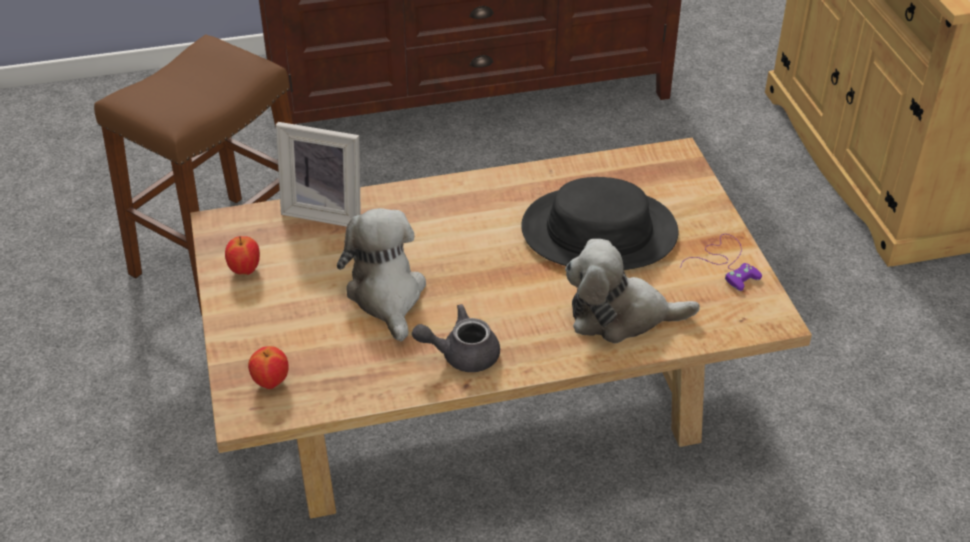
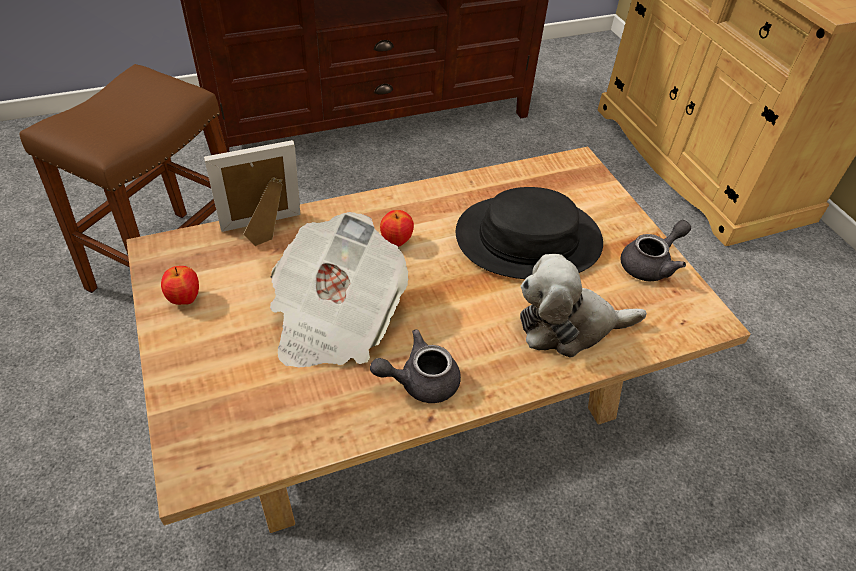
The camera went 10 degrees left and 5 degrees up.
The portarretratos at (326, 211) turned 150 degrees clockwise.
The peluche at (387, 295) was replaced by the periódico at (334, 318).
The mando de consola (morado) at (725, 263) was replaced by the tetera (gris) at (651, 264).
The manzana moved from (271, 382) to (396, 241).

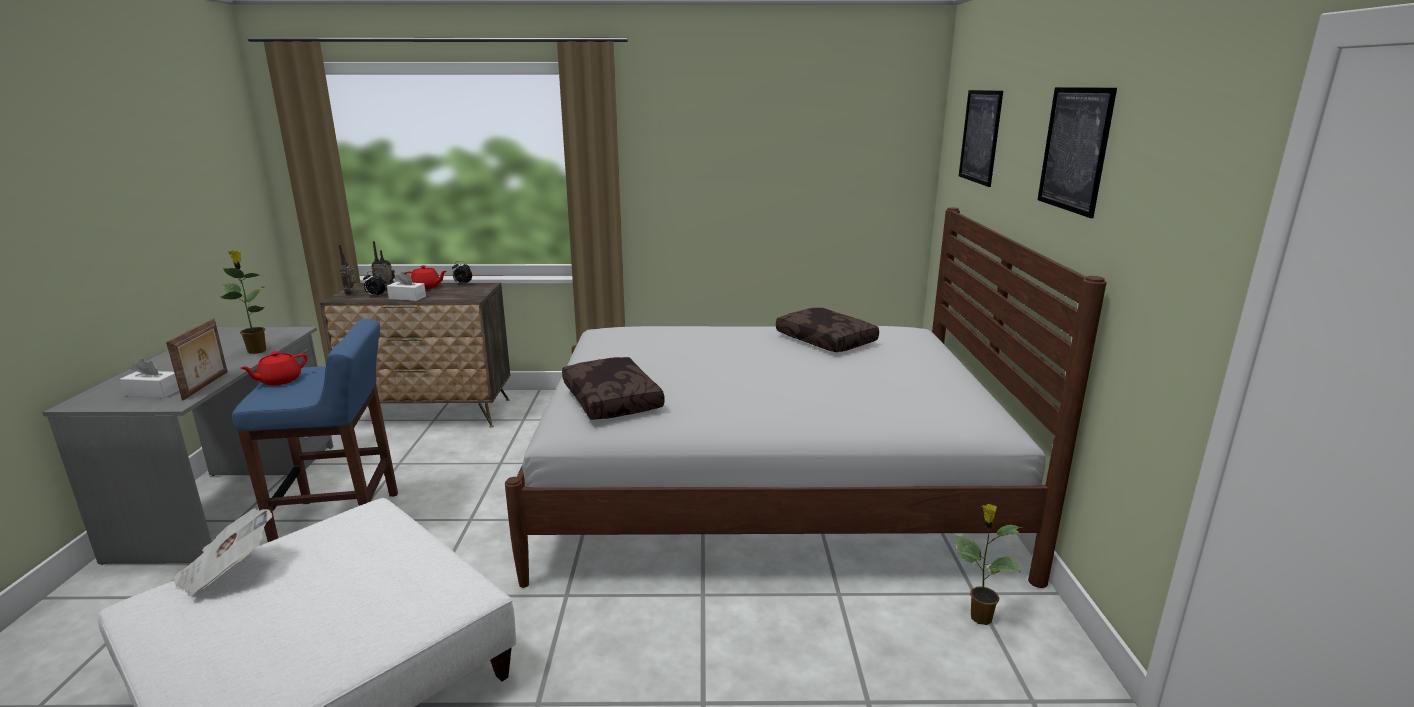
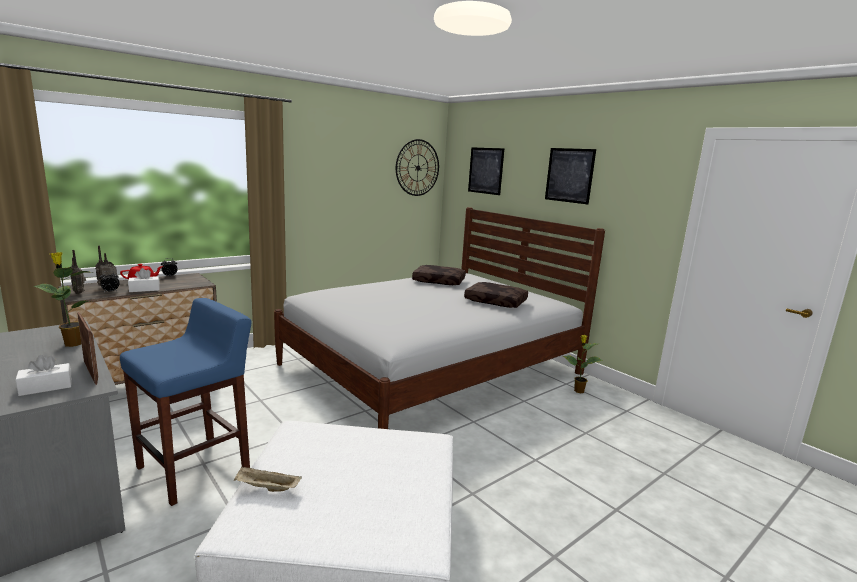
The camera went 40 degrees left and 5 degrees down.
The tetera (rojo) at (279, 381) disappeared.
The cojín (marrón) moved from (614, 400) to (496, 301).
The periódico at (227, 571) was replaced by the bandeja (beis) at (266, 488).
The reloj de pared at (417, 168) appeared.

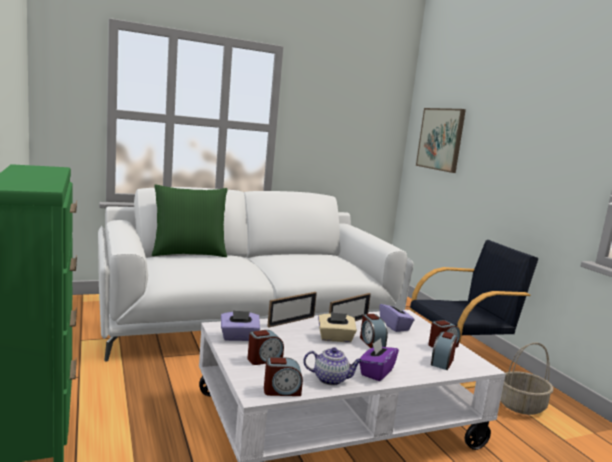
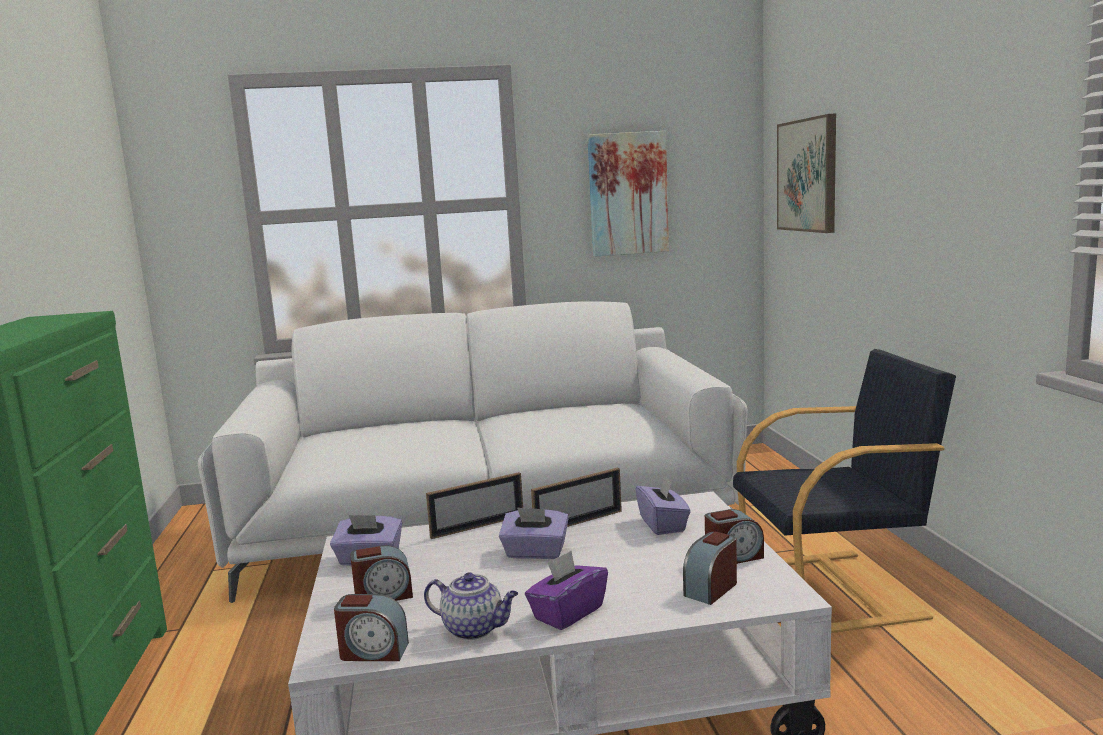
The camera went 15 degrees right and 0 degrees up.
The cojín (verde) at (189, 253) disappeared.
The caja de pañuelos (beis) at (335, 338) became the caja de pañuelos (morado) at (535, 553).
The despertador at (371, 342) disappeared.
The cesta at (521, 406) disappeared.
The cuadro at (628, 194) appeared.

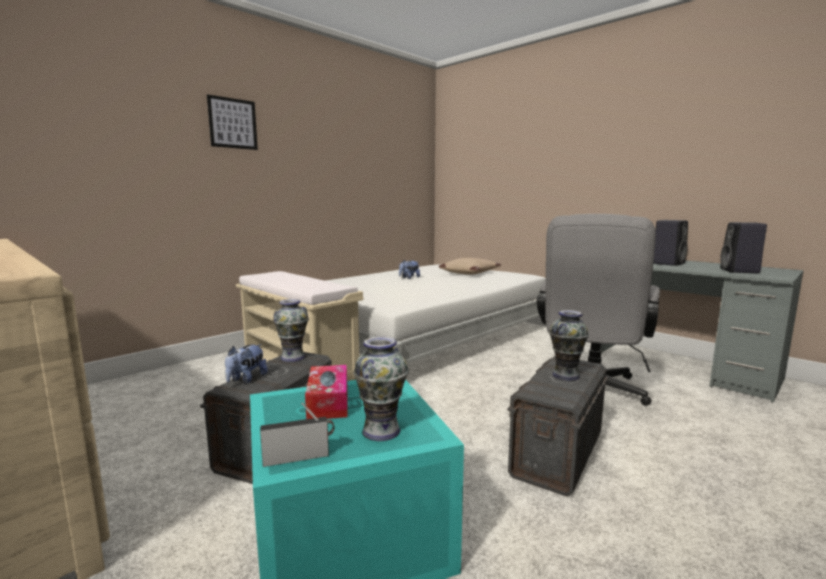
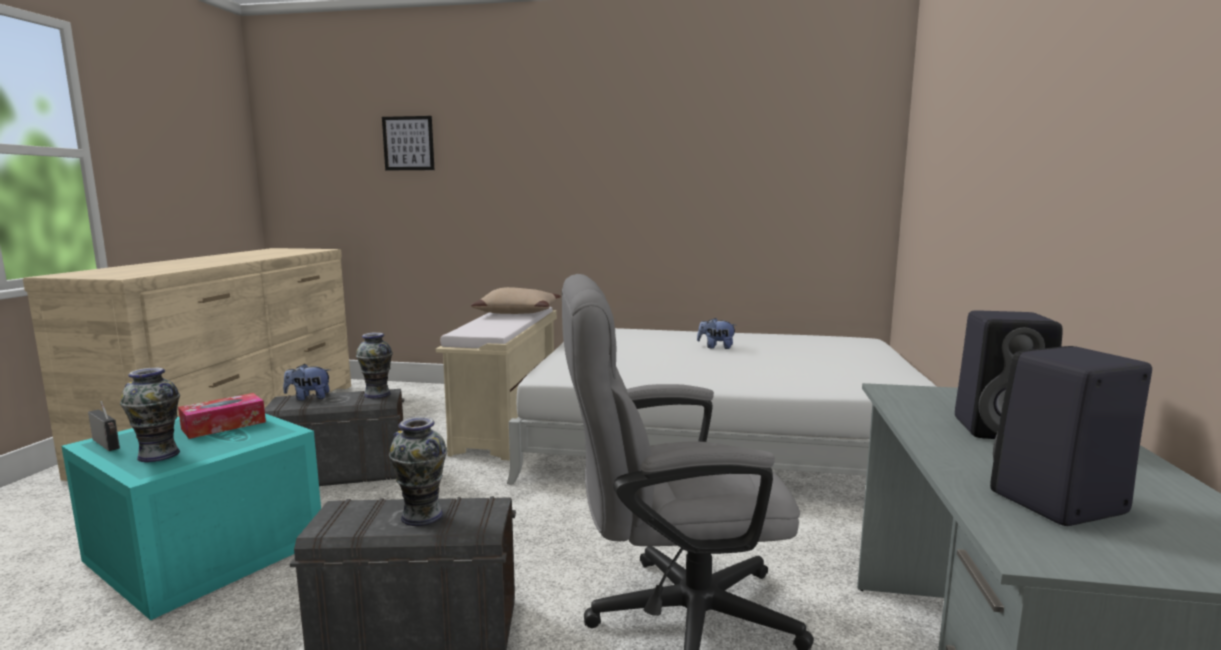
The camera went 55 degrees right and 0 degrees up.
The cuadro moved from (232, 123) to (408, 143).
The cojín (beis) moved from (469, 273) to (518, 312).

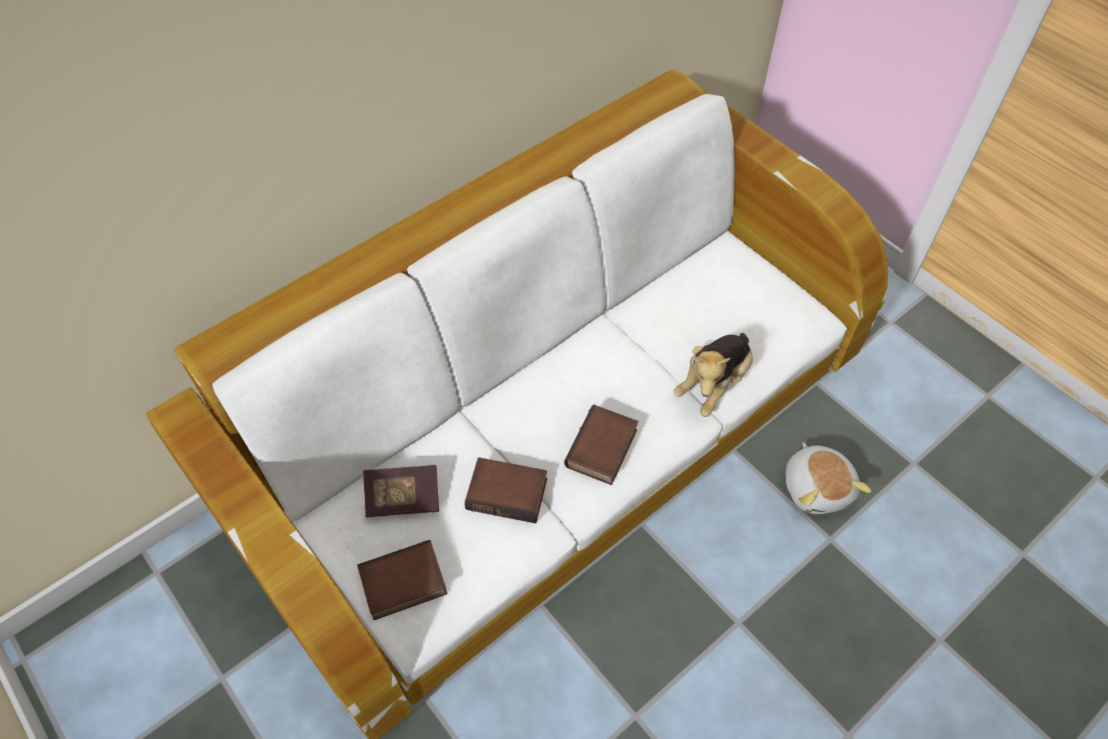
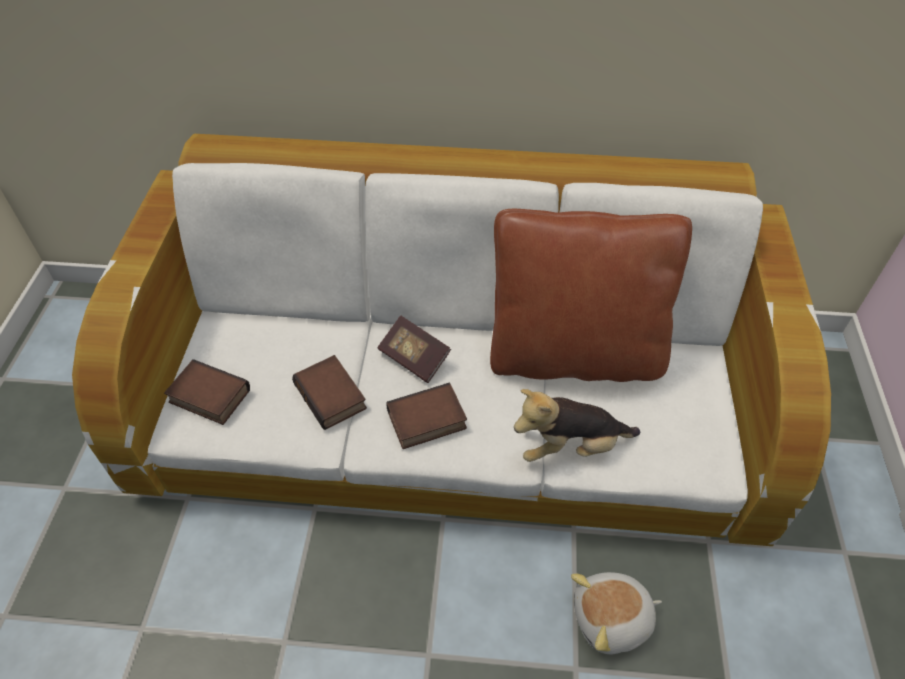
The camera went 45 degrees right and 5 degrees down.
The peluche at (817, 487) turned 45 degrees clockwise.
The libro moved from (403, 498) to (414, 358).
The cojín (marrón) at (574, 355) appeared.

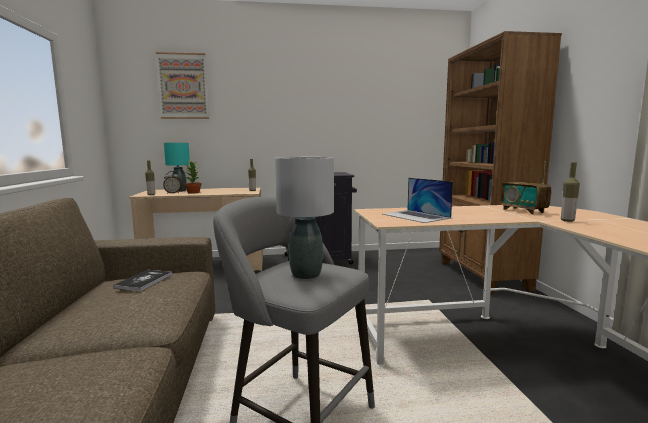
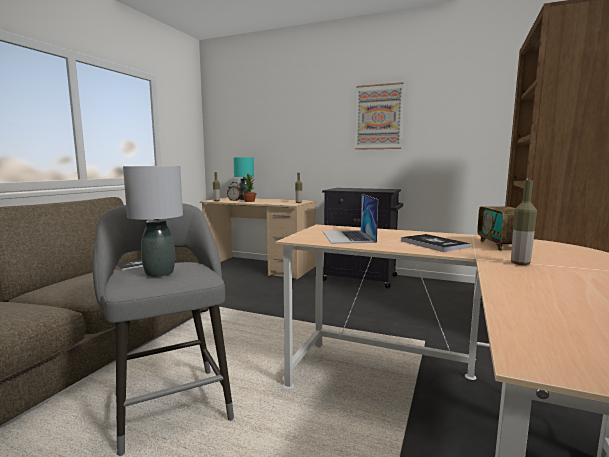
The camera went 30 degrees right and 0 degrees up.
The cuadro moved from (183, 86) to (378, 117).
The libro at (434, 244) appeared.

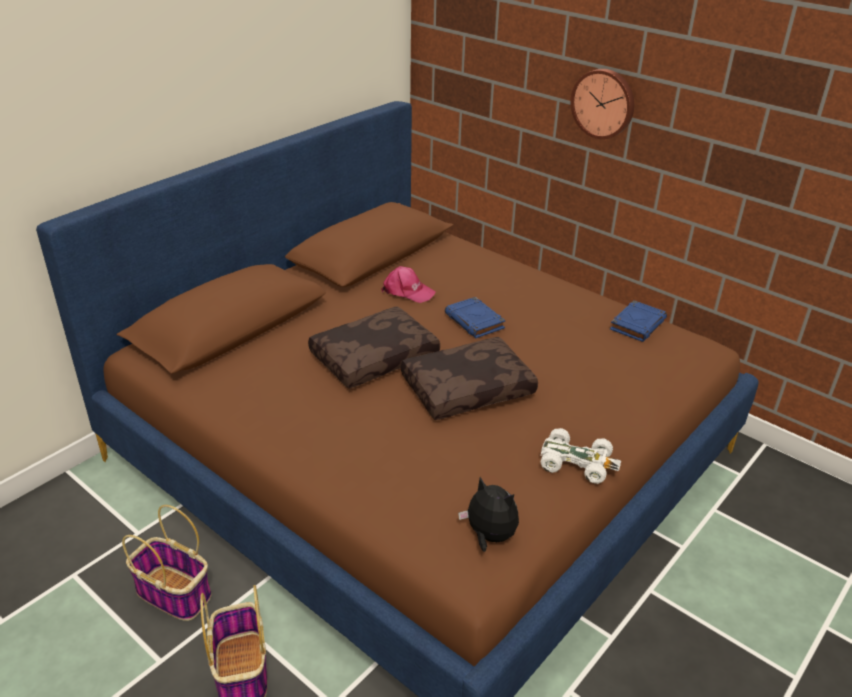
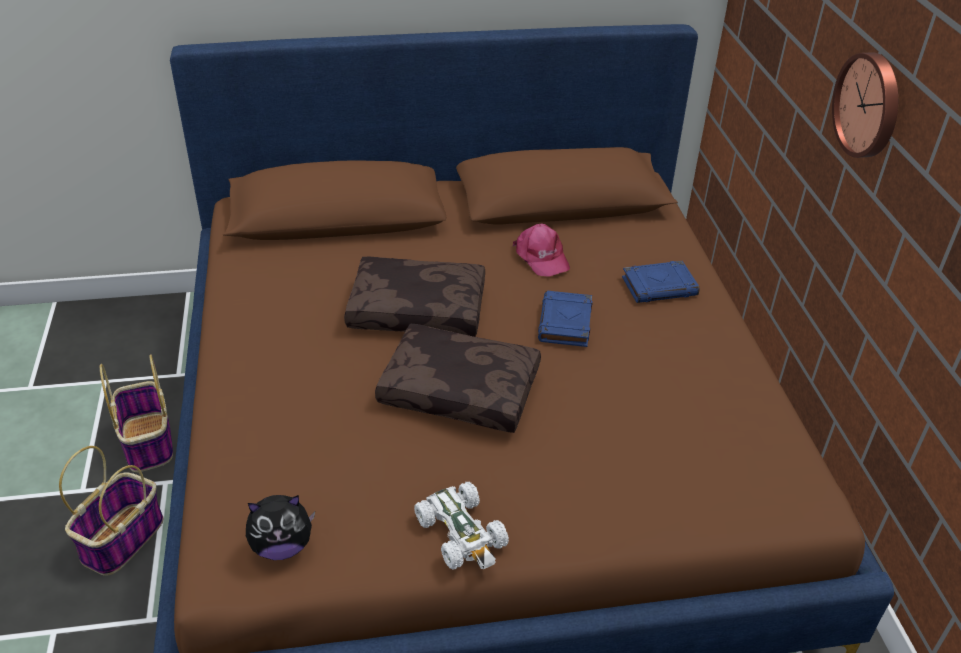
The camera went 40 degrees right and 5 degrees up.
The libro (azul) moved from (637, 324) to (660, 286).
The peluche at (489, 536) turned 90 degrees clockwise.

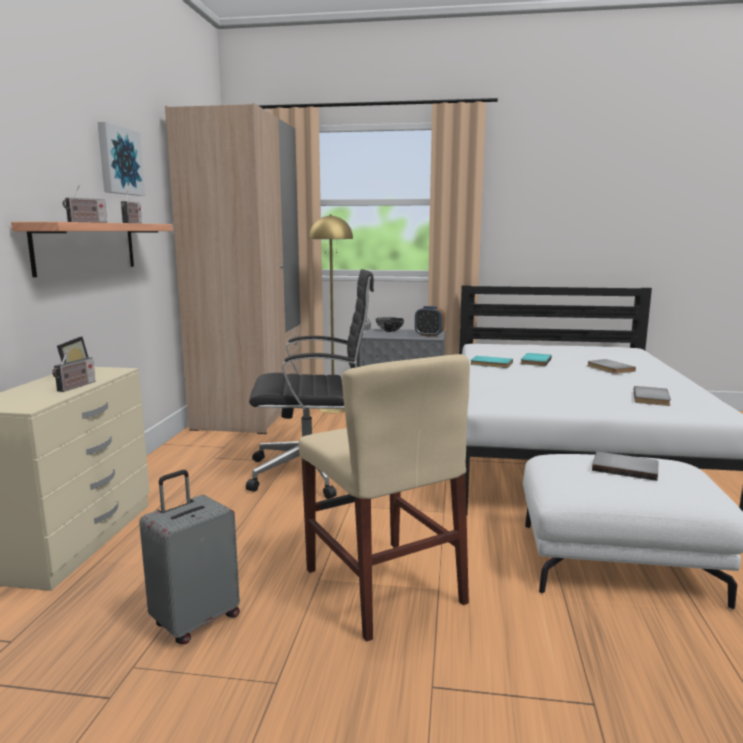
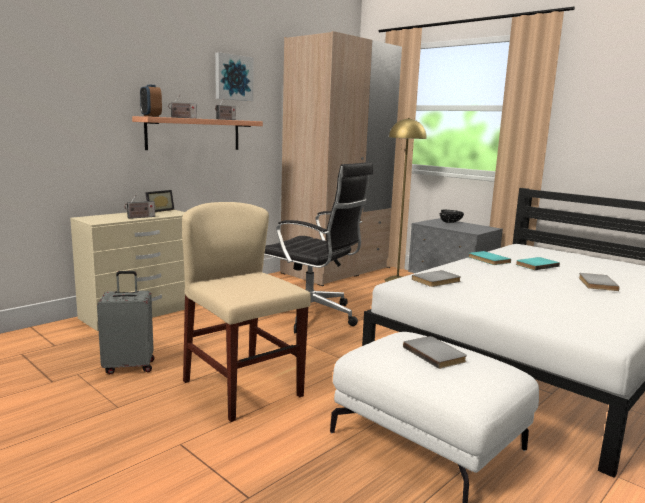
The camera went 35 degrees right and 0 degrees up.
The despertador moved from (429, 335) to (151, 116).
The silla (beis) at (383, 585) turned 135 degrees clockwise.
The libro (gris) moved from (653, 398) to (437, 281).

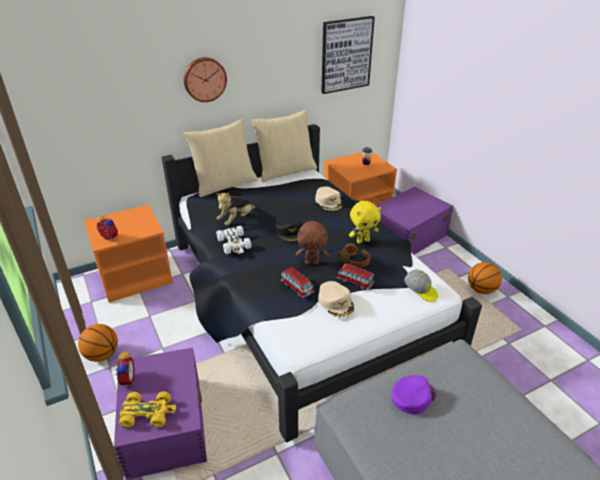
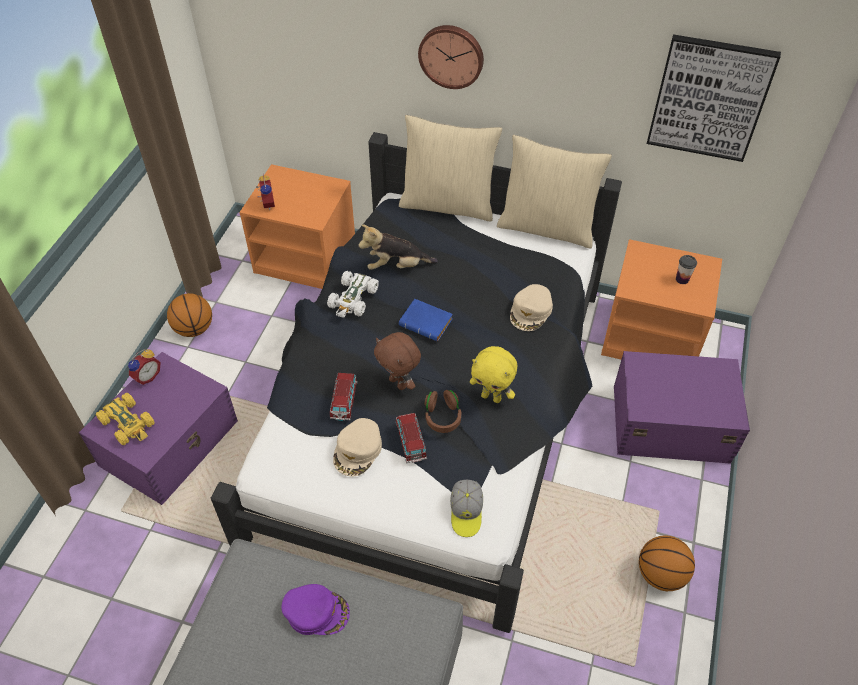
The camera went 45 degrees right and 15 degrees up.
The gorra (negro) at (289, 231) was replaced by the libro (azul) at (427, 323).

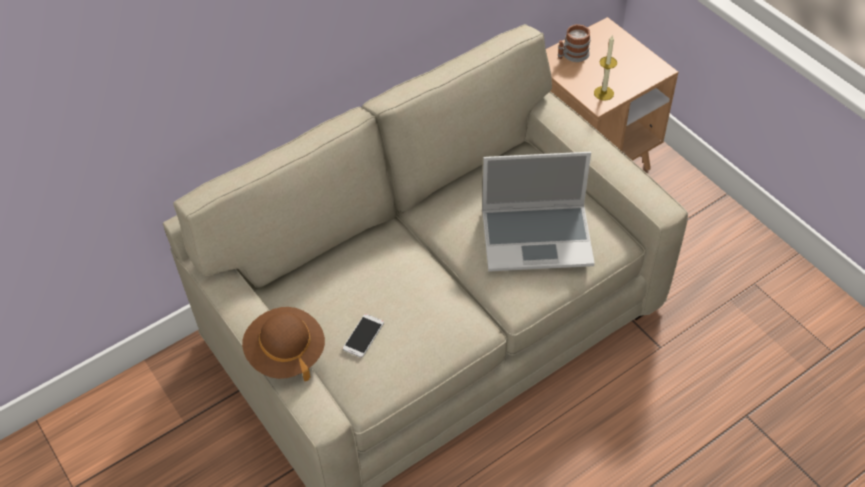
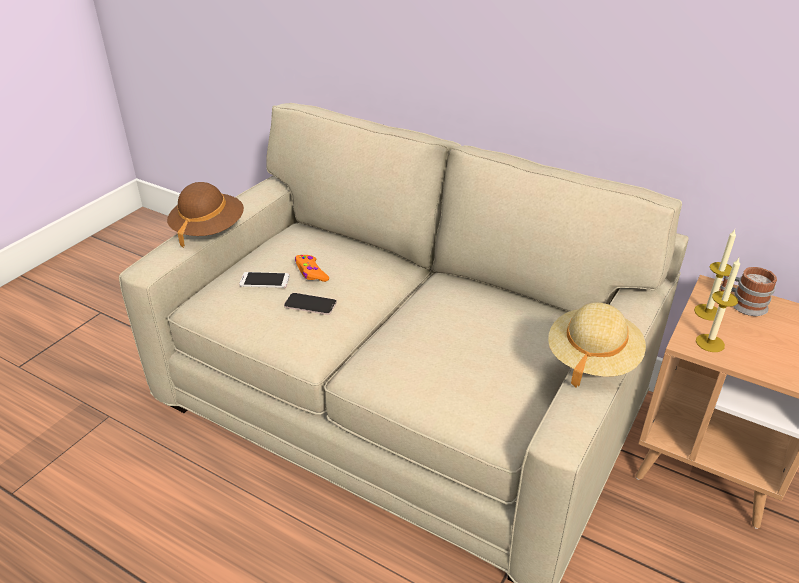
The camera went 65 degrees right and 15 degrees down.
The portátil at (538, 237) disappeared.
The vela at (707, 312) appeared.
The mando de consola (naranja) at (311, 273) appeared.
The móvil at (310, 304) appeared.
The sombrero (beis) at (592, 359) appeared.

